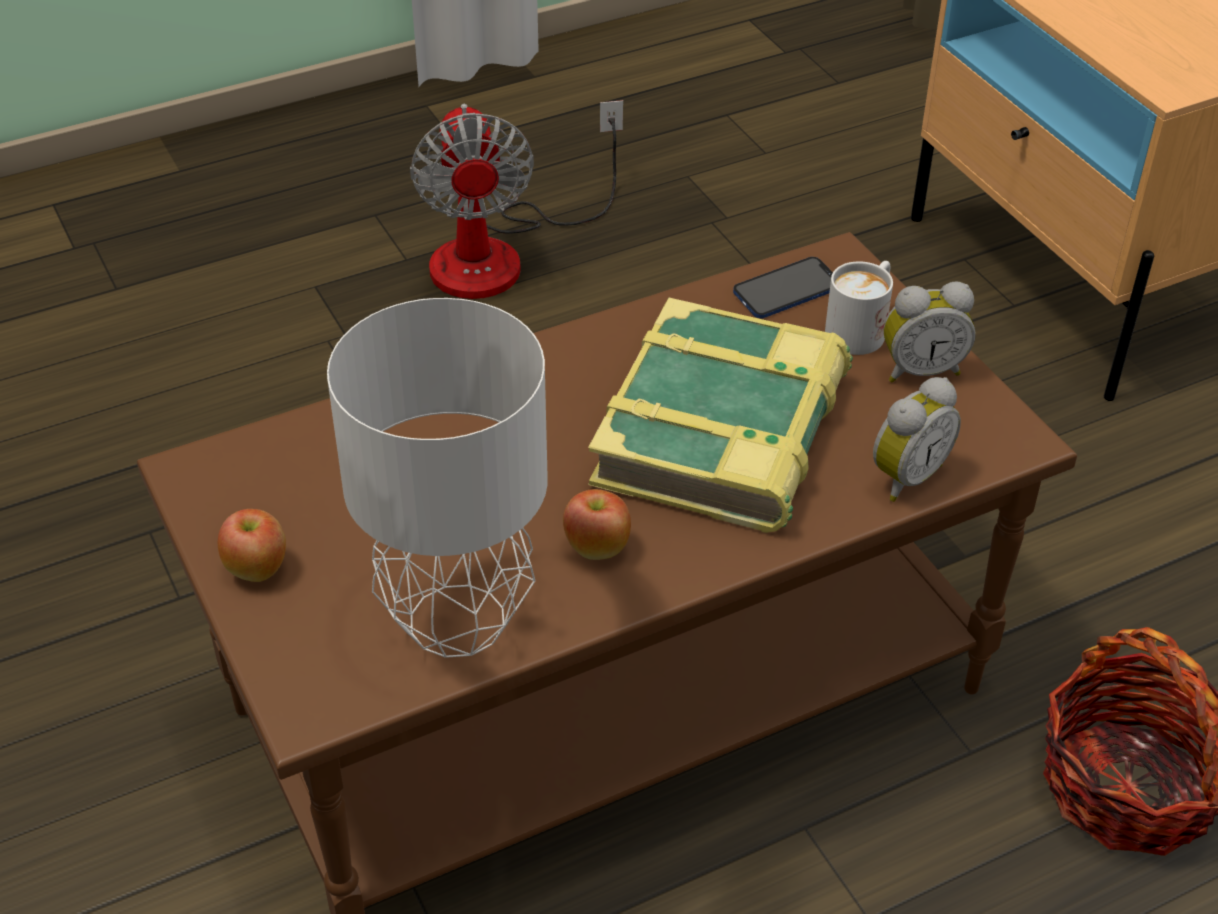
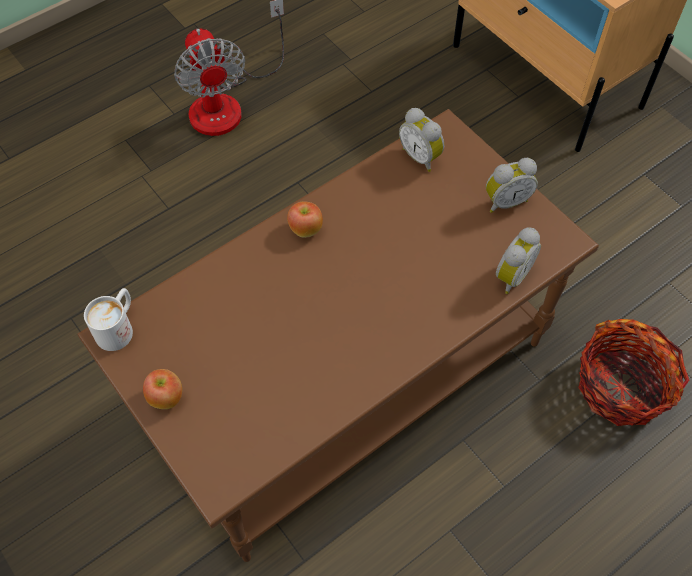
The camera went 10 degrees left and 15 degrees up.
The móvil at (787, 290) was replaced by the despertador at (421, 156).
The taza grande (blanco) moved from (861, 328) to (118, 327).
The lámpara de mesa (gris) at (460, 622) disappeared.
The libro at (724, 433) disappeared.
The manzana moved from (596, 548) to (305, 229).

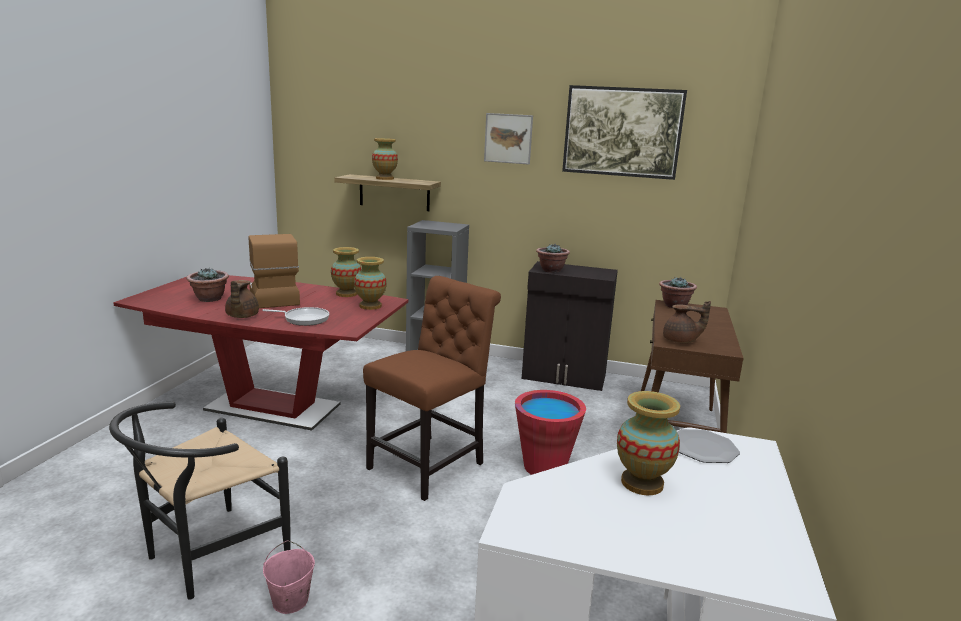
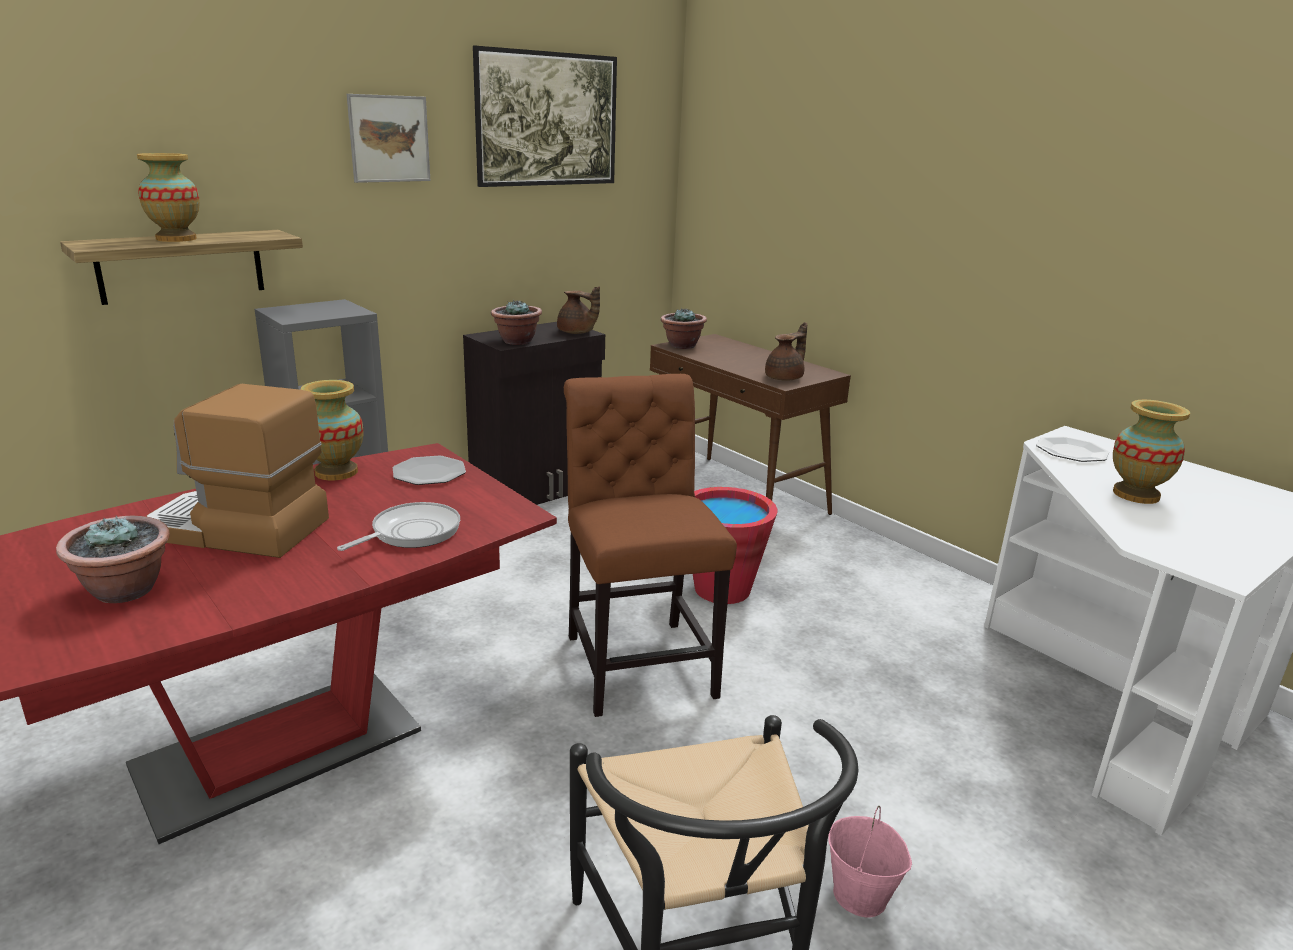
The camera went 55 degrees left and 5 degrees up.
The florero at (370, 306) was replaced by the plato at (429, 473).
The tetera (marrón) moved from (241, 316) to (577, 332).

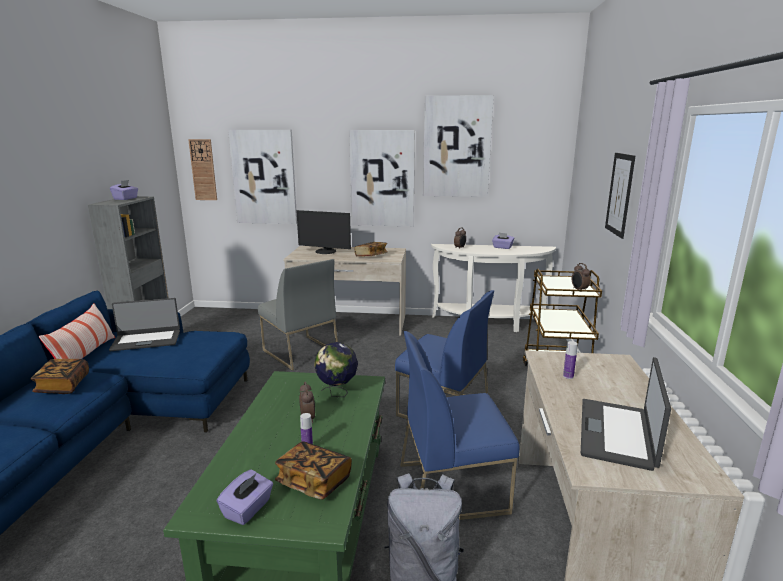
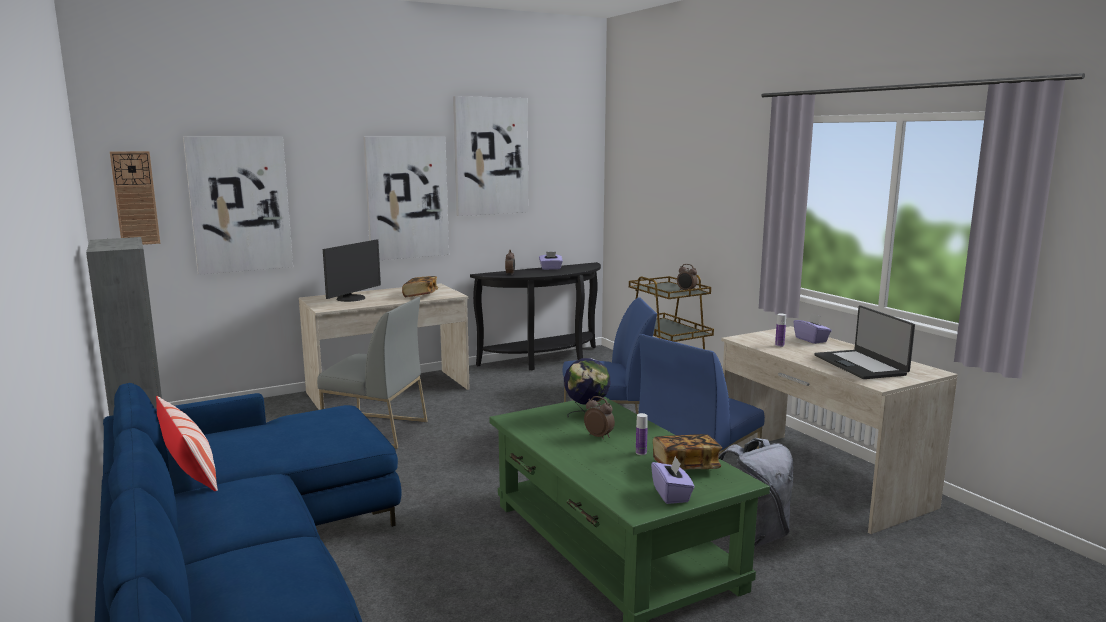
The camera went 35 degrees left and 5 degrees down.
The cuadro at (620, 194) disappeared.
The caja de pañuelos (morado) moved from (126, 198) to (811, 340).
The monitor at (325, 252) turned 45 degrees counterclockwise.
The mesa consola (blanco) at (489, 324) became the mesa consola (negro) at (545, 360).
The portátil at (146, 340) disappeared.
The libro at (63, 386) disappeared.

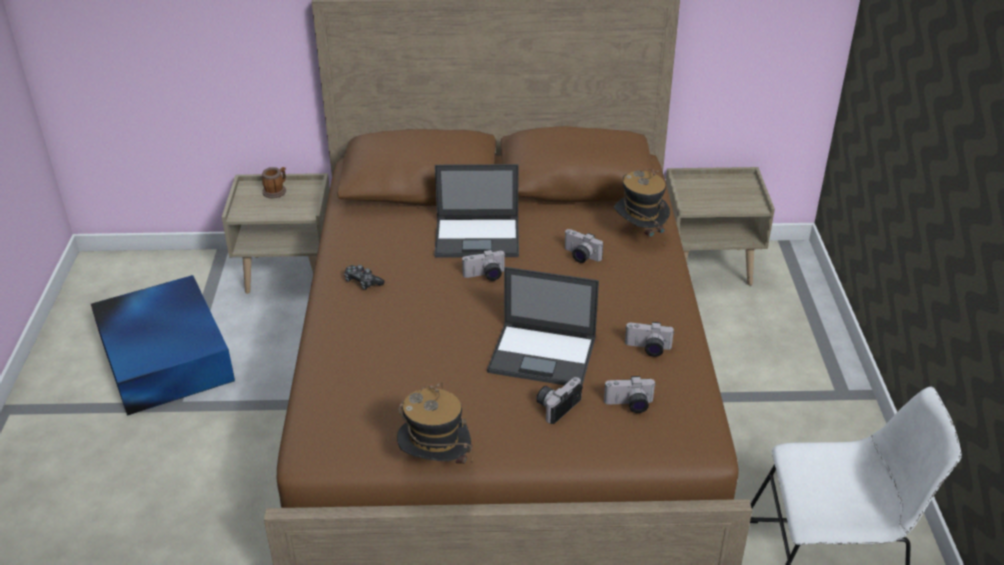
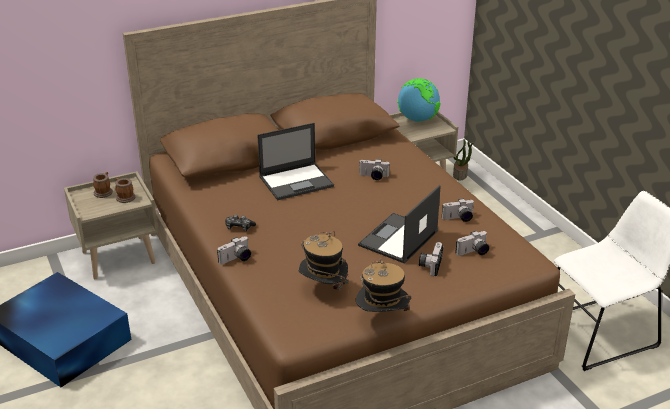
The camera went 25 degrees left and 5 degrees down.
The sombrero moved from (639, 235) to (323, 290).
The cámara moved from (485, 276) to (236, 259).
The portátil at (543, 355) turned 135 degrees clockwise.
The globo terráqueo at (417, 119) appeared.
The planta en maceta at (460, 175) appeared.
The taza grande at (124, 197) appeared.

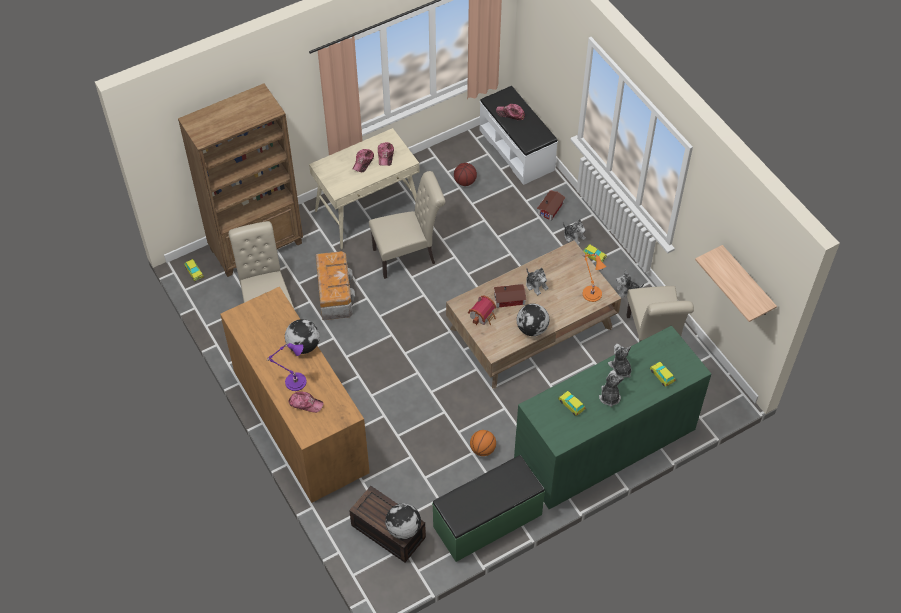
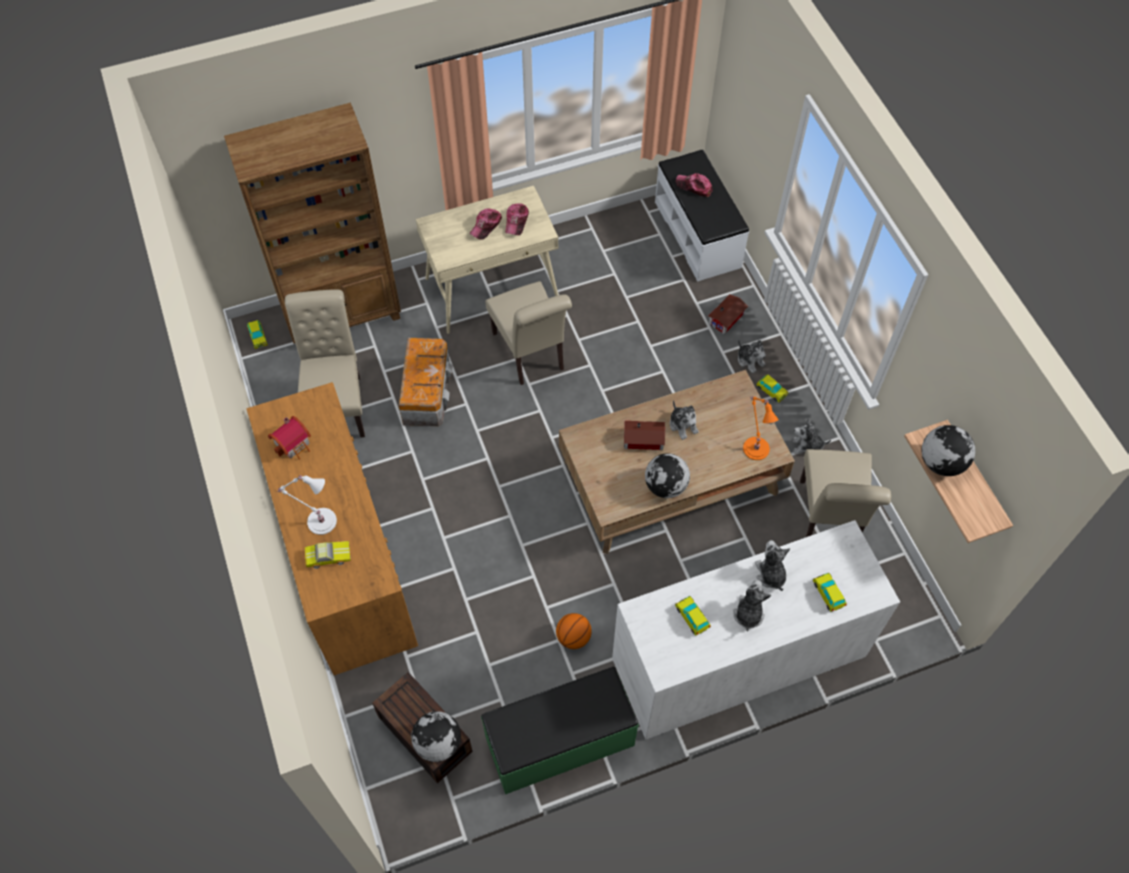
The camera went 10 degrees right and 5 degrees up.
The balón de baloncesto at (465, 181) disappeared.
The silla (beis) at (408, 255) turned 75 degrees clockwise.
The casita moved from (483, 315) to (294, 444).
The globo terráqueo moved from (303, 345) to (941, 462).
The cómoda (verde) at (605, 444) became the cómoda (blanco) at (738, 657).
The lámpara de mesa (morado) at (293, 381) became the lámpara de mesa (blanco) at (319, 520).
The gorra at (305, 403) was replaced by the coche de juguete at (328, 555).

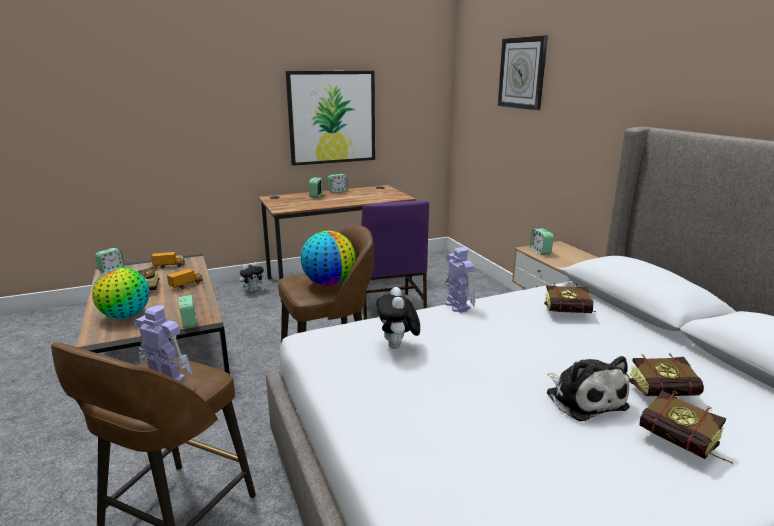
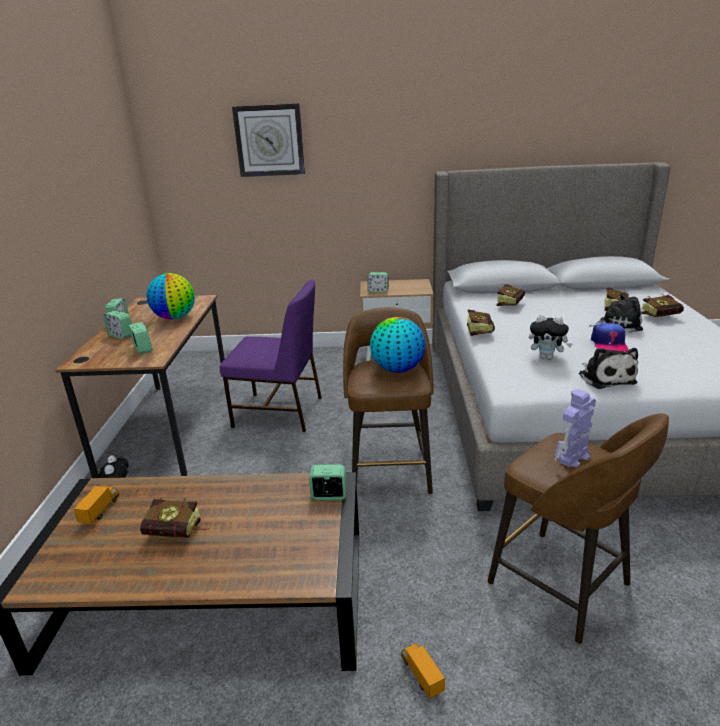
The camera went 65 degrees left and 5 degrees up.
The cuadro at (332, 117) disappeared.
The robot de juguete at (457, 305) was replaced by the libro at (478, 331).
The despertador moved from (111, 269) to (143, 349).
The globo terráqueo moved from (126, 316) to (175, 317).
The camión de juguete moved from (186, 285) to (421, 676).
The gorra at (609, 343) appeared.
The peluche at (605, 377) appeared.

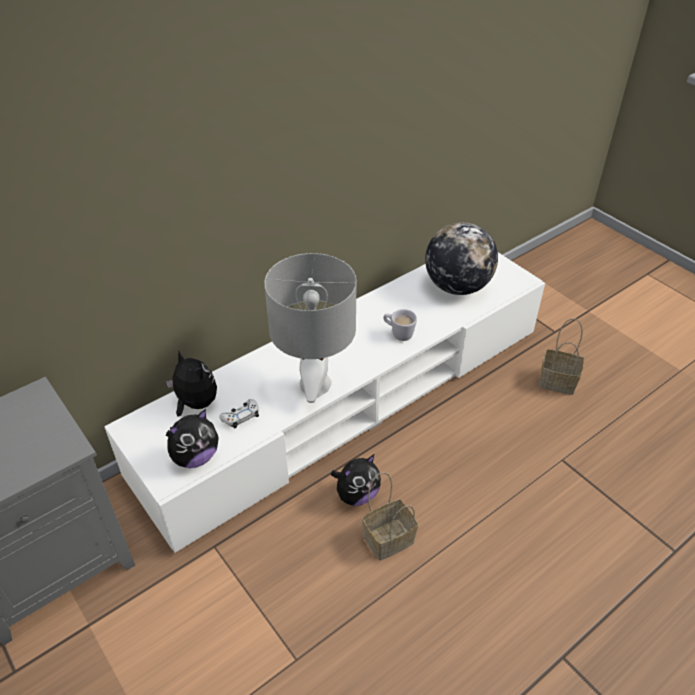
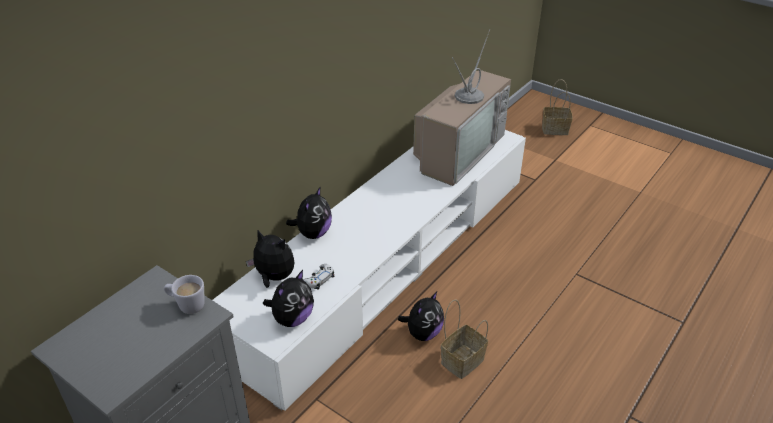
The camera went 15 degrees left and 5 degrees down.
The globo terráqueo at (457, 287) was replaced by the televisor at (457, 151).
The lámpara de mesa (gris) at (315, 385) disappeared.
The taza grande (blanco) moved from (398, 333) to (187, 305).
The cesta moved from (559, 381) to (556, 129).
The peluche at (313, 233) appeared.

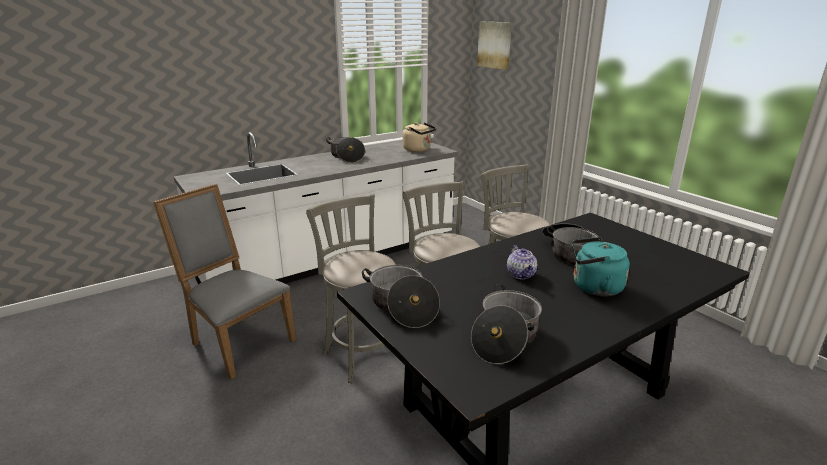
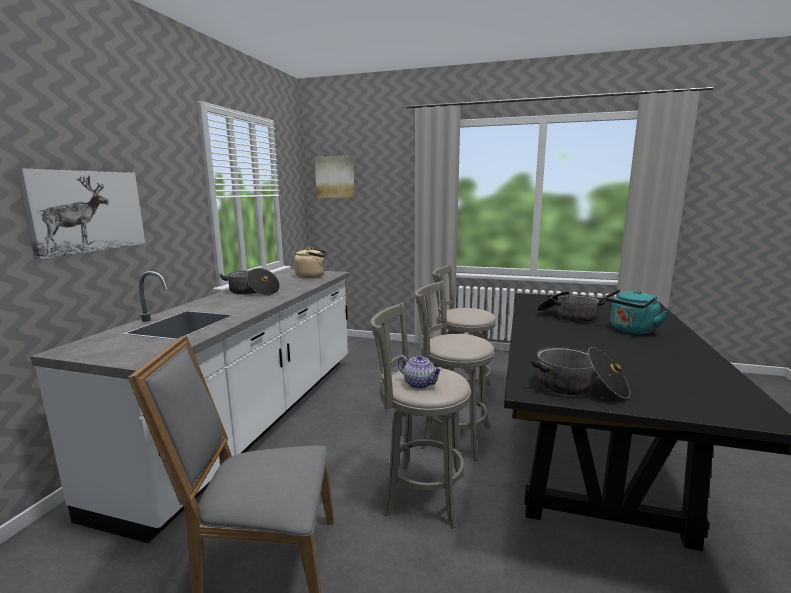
The camera went 40 degrees left and 10 degrees down.
The tetera moved from (521, 274) to (419, 384).
The olla at (505, 338) disappeared.
The cuadro at (86, 211) appeared.

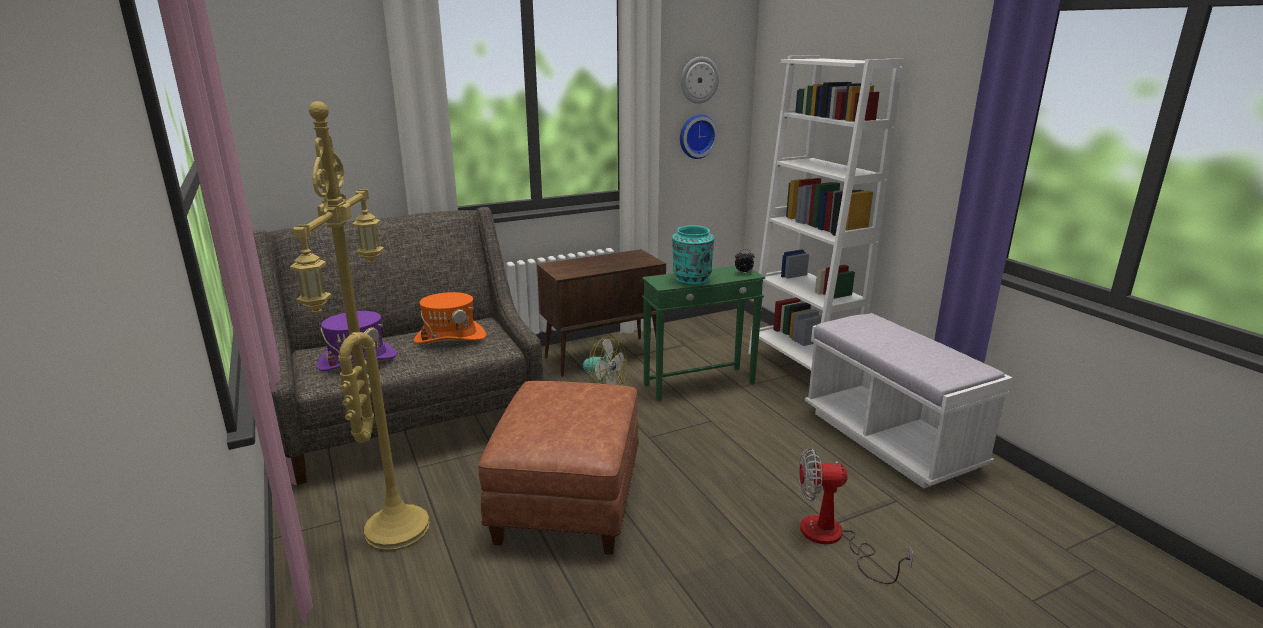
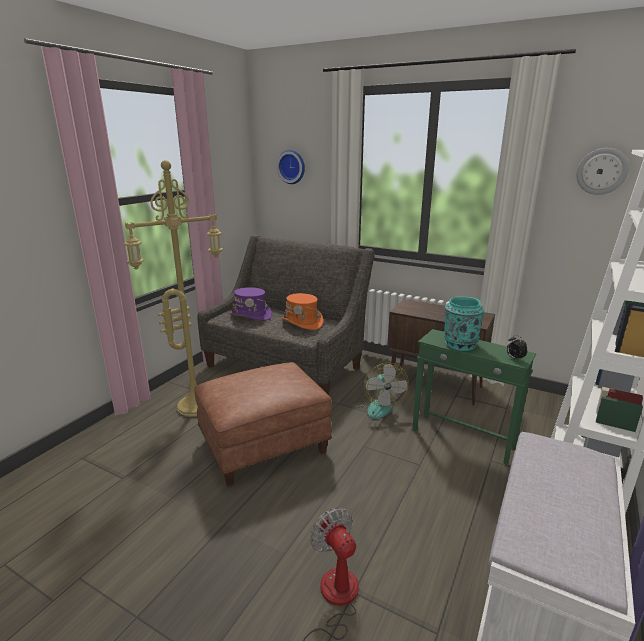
The camera went 55 degrees right and 0 degrees up.
The reloj de pared moved from (696, 136) to (292, 167).

